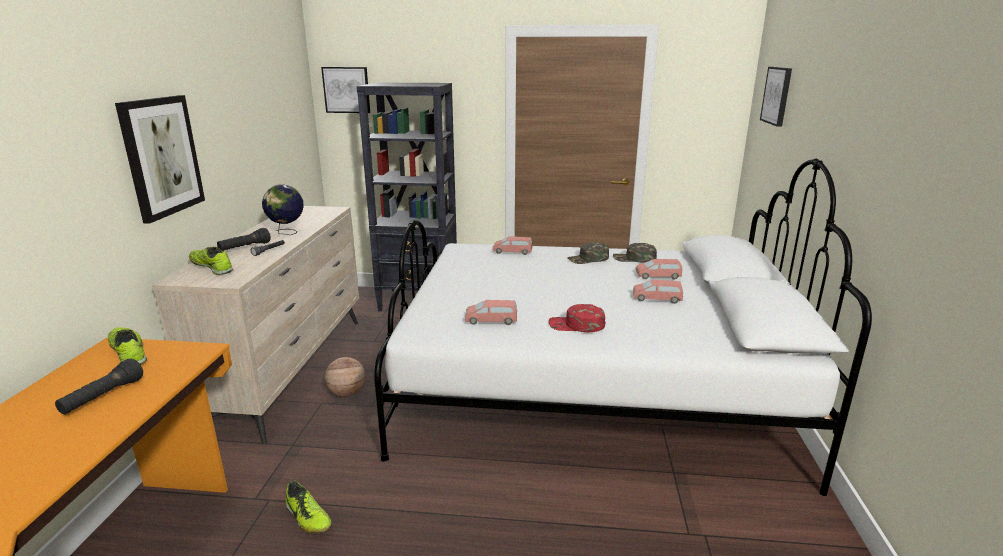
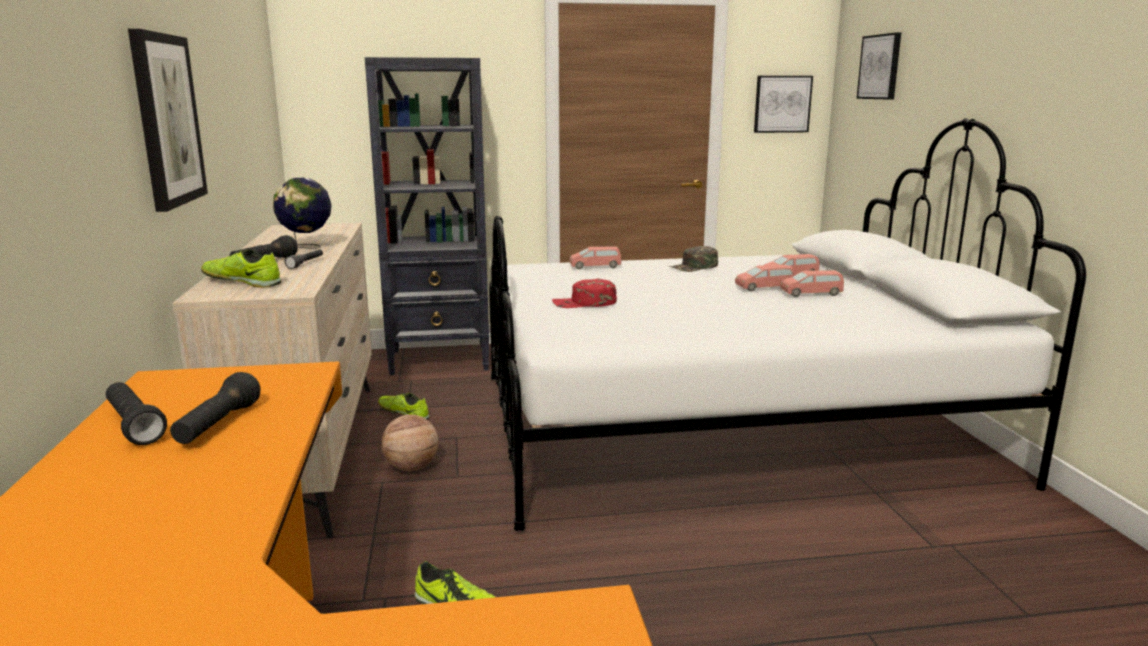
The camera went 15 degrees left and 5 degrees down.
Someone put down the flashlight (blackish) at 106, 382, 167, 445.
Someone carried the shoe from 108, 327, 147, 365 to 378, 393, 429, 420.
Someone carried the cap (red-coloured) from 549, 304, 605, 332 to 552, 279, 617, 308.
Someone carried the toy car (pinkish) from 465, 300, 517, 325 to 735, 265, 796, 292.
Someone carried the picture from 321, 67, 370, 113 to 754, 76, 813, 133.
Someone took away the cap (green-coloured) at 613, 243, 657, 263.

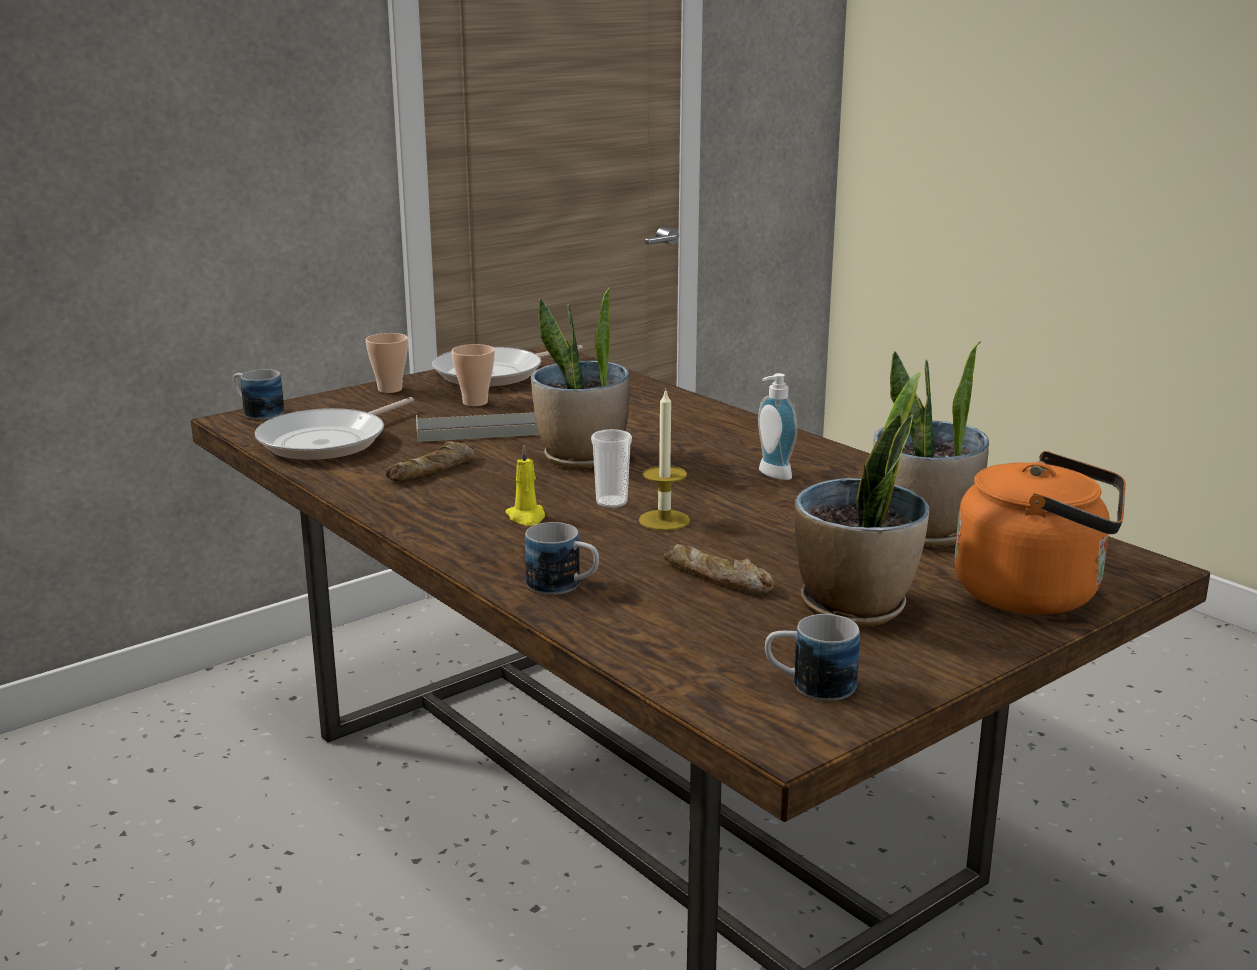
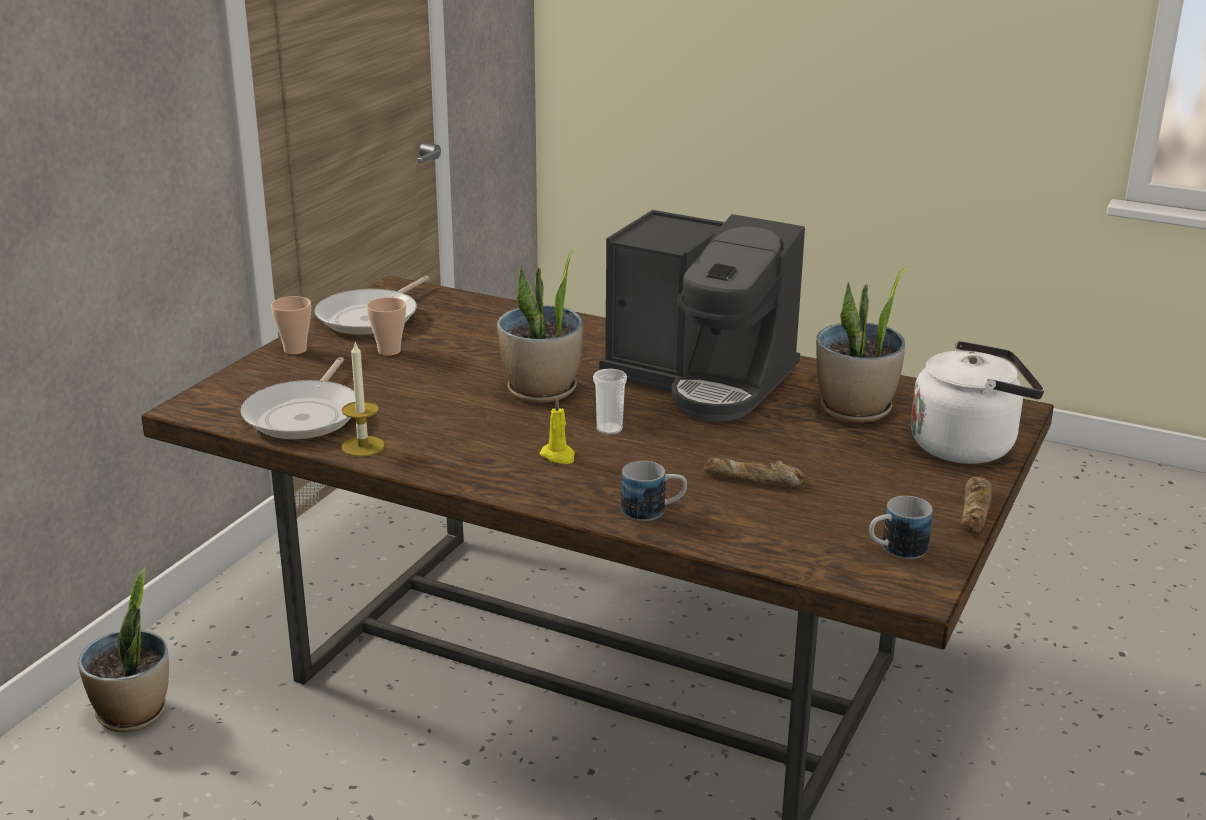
The camera went 25 degrees left and 5 degrees up.
Someone carried the potted plant from 795, 372, 929, 627 to 78, 567, 169, 732.
Someone carried the wax light from 639, 388, 690, 531 to 342, 342, 385, 457.
Someone swapped the liquid soap bottle at 758, 373, 797, 480 for the coffee machine at 599, 210, 805, 422.
Someone repainted the tea kettle (orange) at 955, 451, 1125, 615, which became the tea kettle (white-coloured) at 911, 341, 1045, 464.
Someone carried the bakery bread from 386, 441, 474, 482 to 961, 476, 992, 534.
Someone took away the mug at 233, 369, 284, 420.
Someone took away the tray (greyish) at 416, 412, 540, 442.

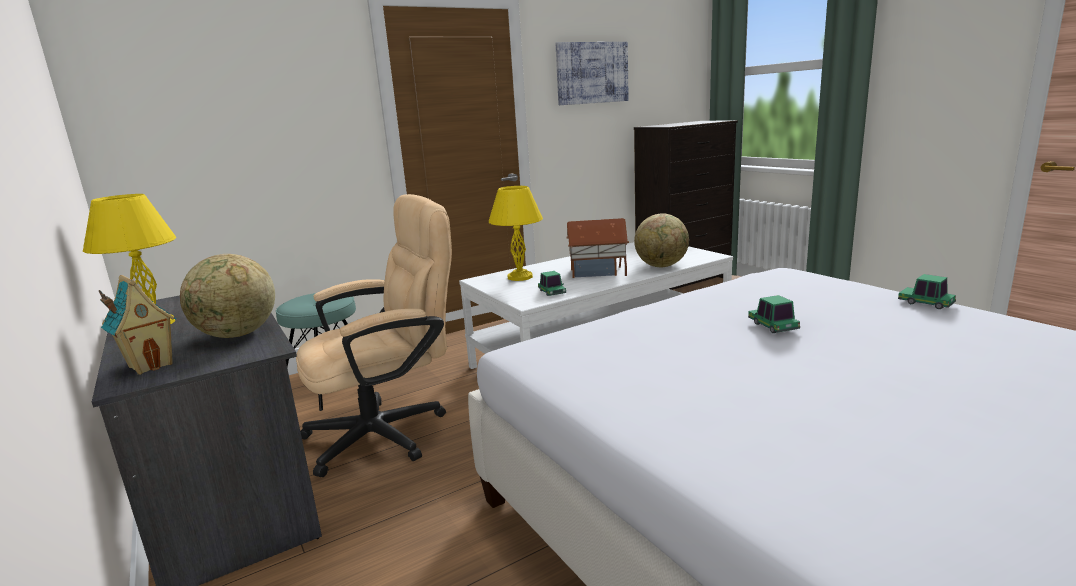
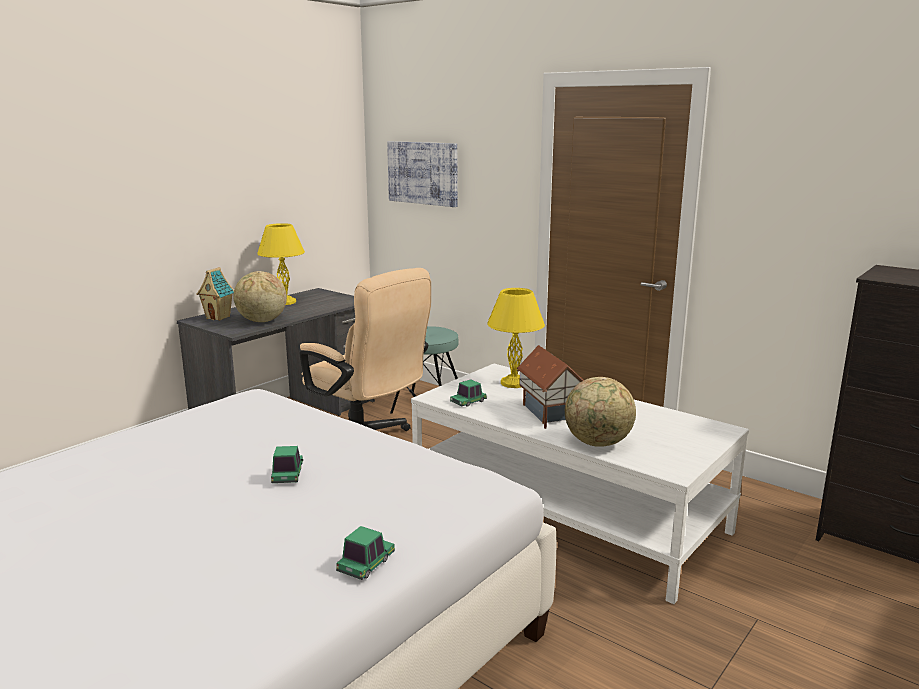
The camera went 70 degrees right and 0 degrees up.
Someone rotated the toy car at 748, 295, 800, 333 by 60 degrees counterclockwise.
Someone carried the picture from 556, 42, 629, 105 to 387, 141, 457, 207.

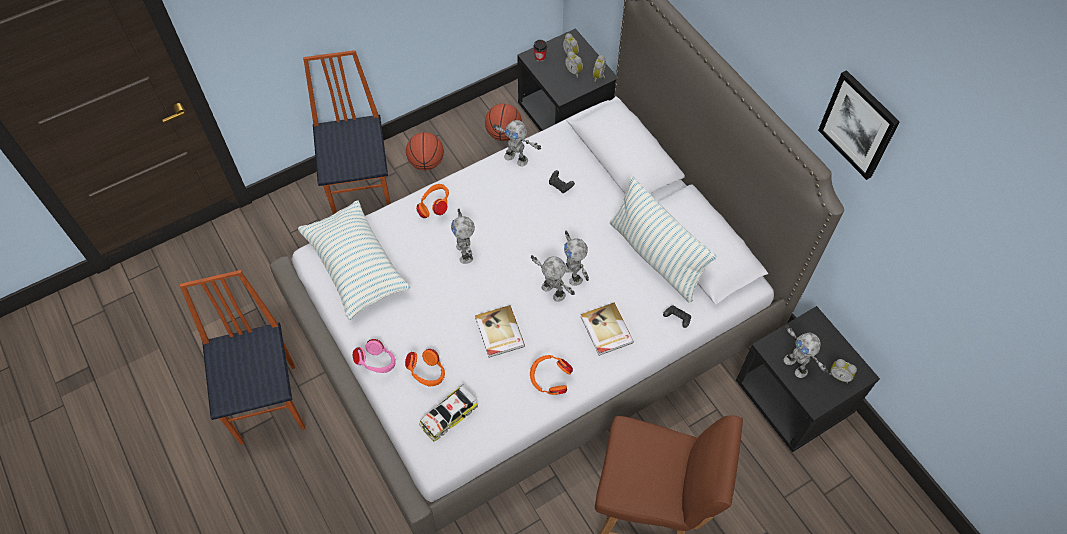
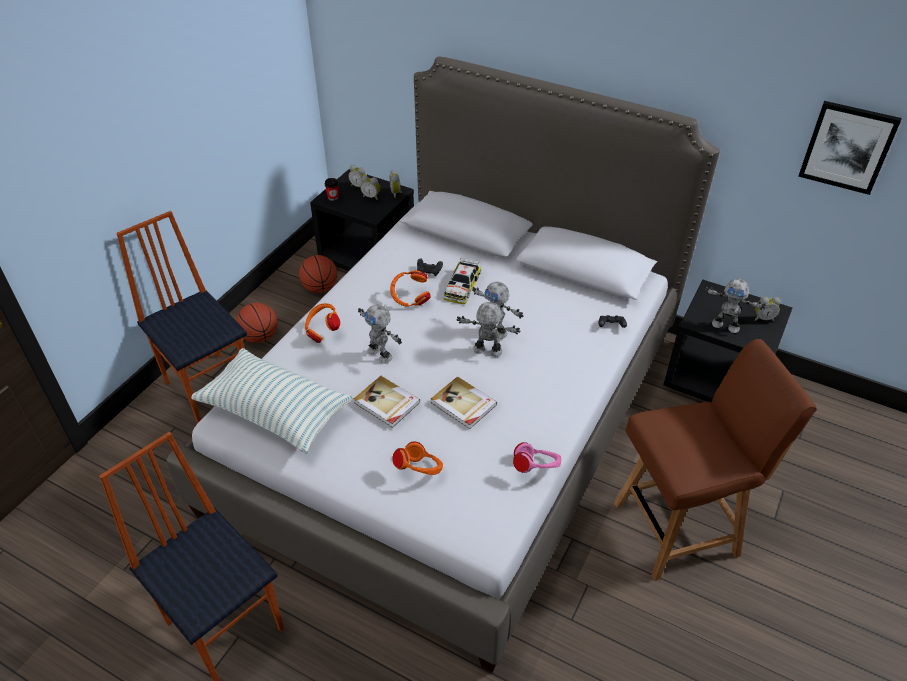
The camera went 30 degrees left and 15 degrees down.
Someone carried the book from 581, 303, 634, 356 to 354, 376, 420, 428.
Someone carried the headphones (orange) from 530, 355, 573, 395 to 390, 270, 431, 307.
Someone carried the toy car from 419, 385, 478, 441 to 444, 258, 481, 304.
Someone carried the headphones (pinkish) from 353, 339, 396, 373 to 513, 442, 561, 473.
Someone carried the picture from 818, 70, 900, 180 to 798, 101, 902, 195.
Someone took away the model robot at 493, 120, 541, 167.
Someone took away the cushion at 610, 176, 717, 303.

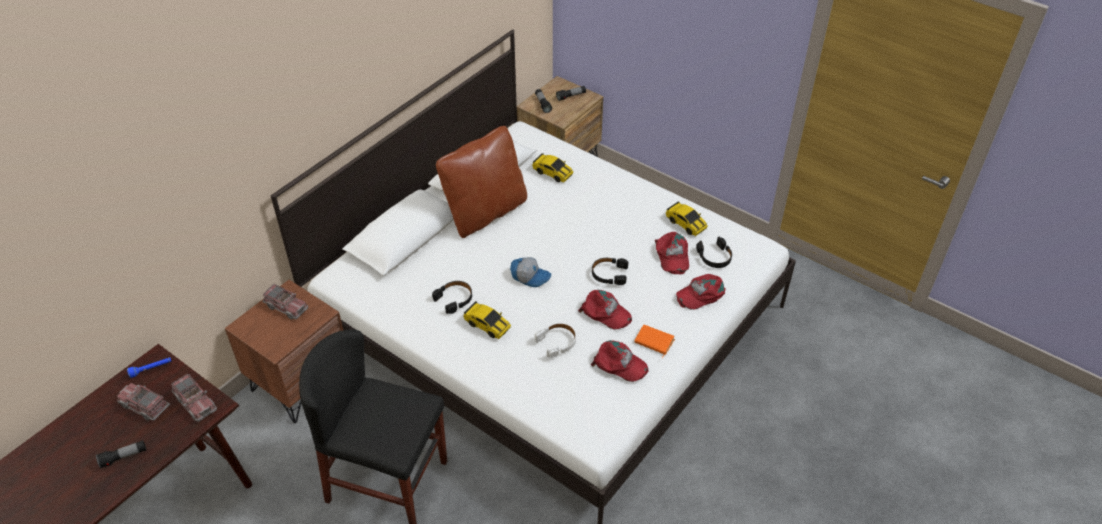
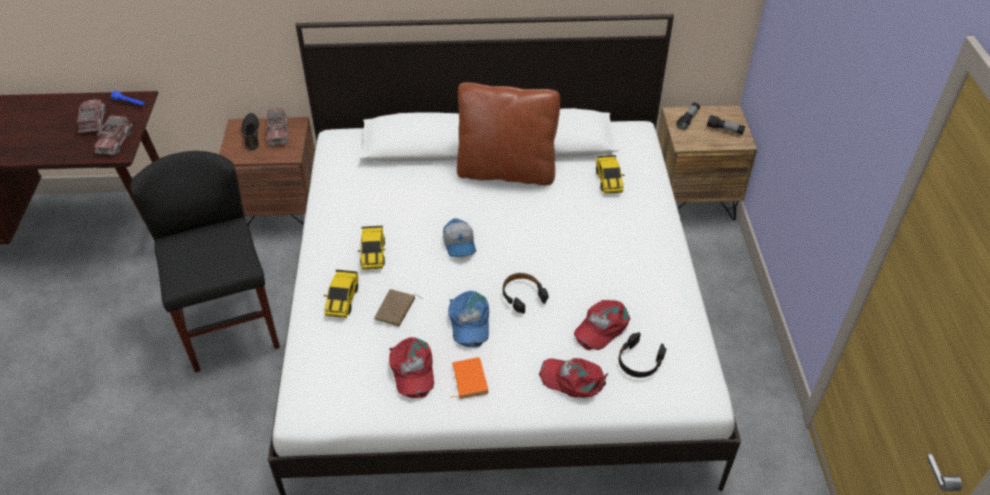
The camera went 50 degrees right and 0 degrees up.
Someone put down the shoe (blackish) at 242, 113, 259, 150.
Someone carried the toy car from 666, 201, 708, 236 to 324, 270, 359, 318.
Someone swapped the headphones (white-coloured) at 535, 323, 576, 358 for the book (brown) at 375, 289, 423, 327.
Someone repainted the cap (red-coloured) at 578, 290, 632, 330, which became the cap (blue) at 448, 291, 489, 348.
Someone took away the flashlight at 96, 440, 146, 469.
Someone took away the headphones (blackish) at 432, 281, 472, 314.

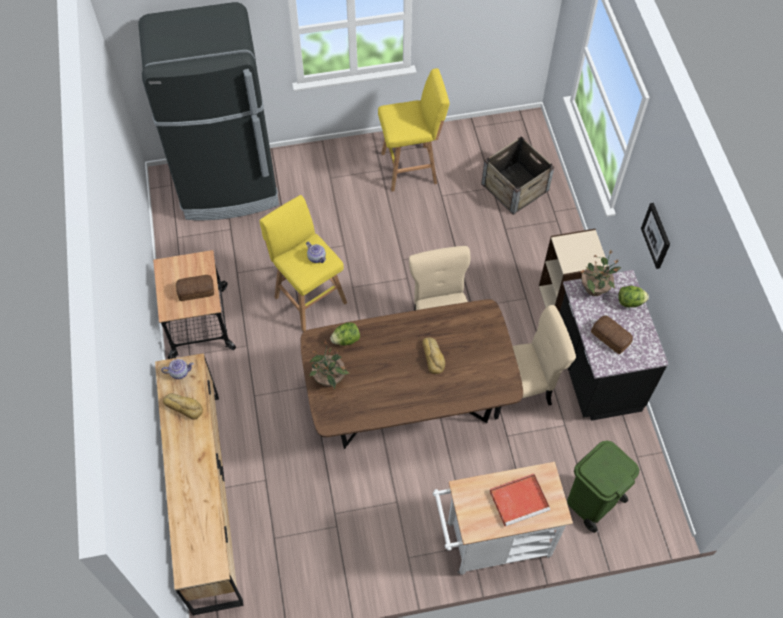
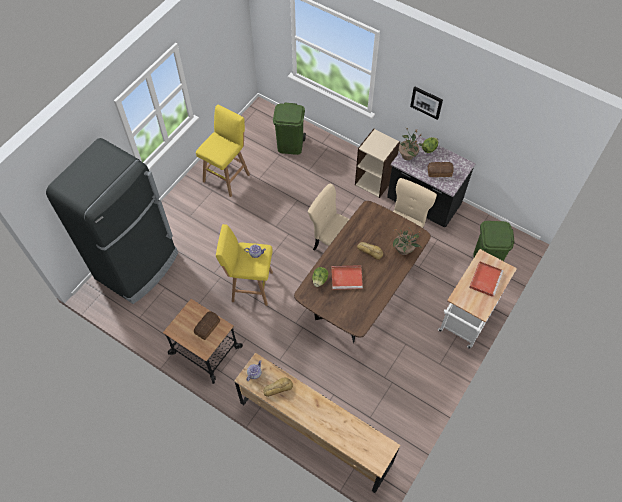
The camera went 45 degrees left and 0 degrees up.
Someone swapped the crate at 481, 136, 555, 215 for the waste bin (green-coloured) at 273, 103, 306, 155.
Someone put down the tray (red-coloured) at 331, 265, 363, 290.
Someone carried the potted plant from 309, 341, 349, 389 to 393, 226, 422, 255.

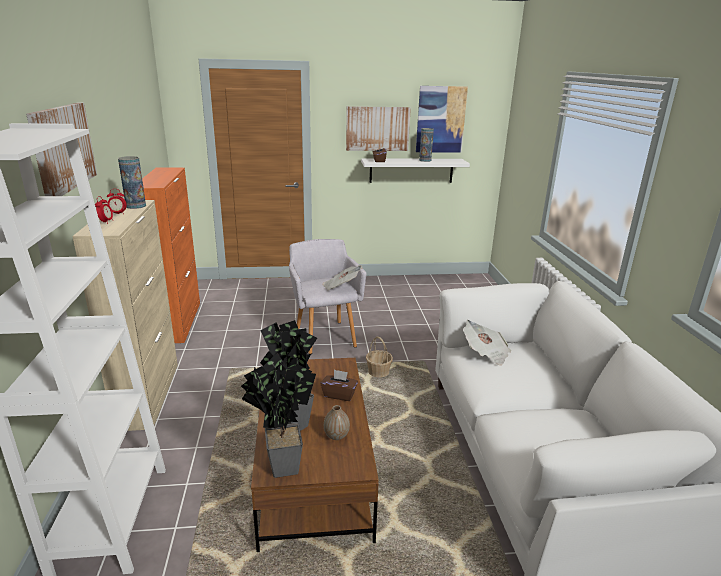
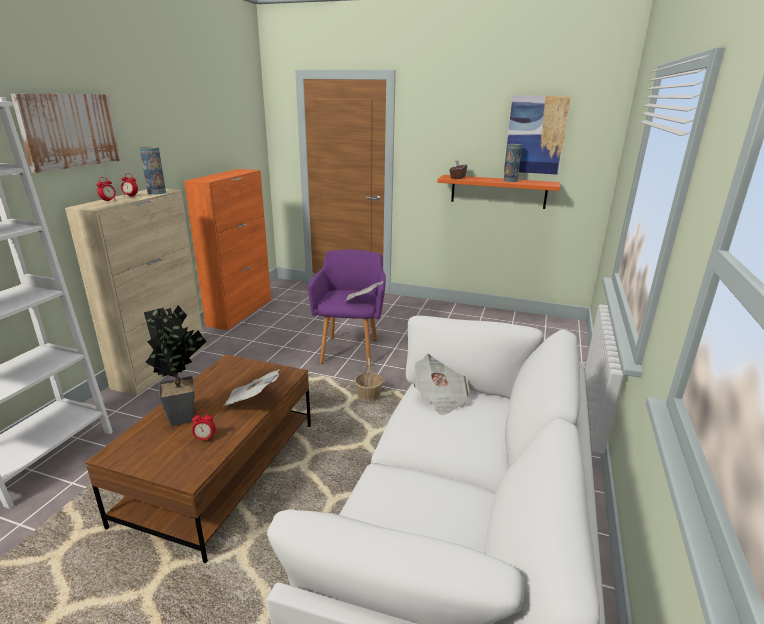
The camera went 25 degrees right and 0 degrees up.
Someone swapped the vase at 324, 405, 350, 440 for the bedside clock at 192, 411, 216, 442.
Someone swapped the tissue box (brown) at 320, 369, 358, 401 for the newspaper at 223, 370, 279, 406.
Someone repainted the easy chair (greyish) at 289, 239, 366, 354, which became the easy chair (purple-coloured) at 307, 250, 386, 366.
Someone repainted the bracket shelf (white-coloured) at 361, 158, 470, 183, which became the bracket shelf (orange) at 437, 175, 560, 209.
Someone took away the potted plant at 241, 351, 316, 478.
Someone took away the picture at 346, 106, 411, 151.

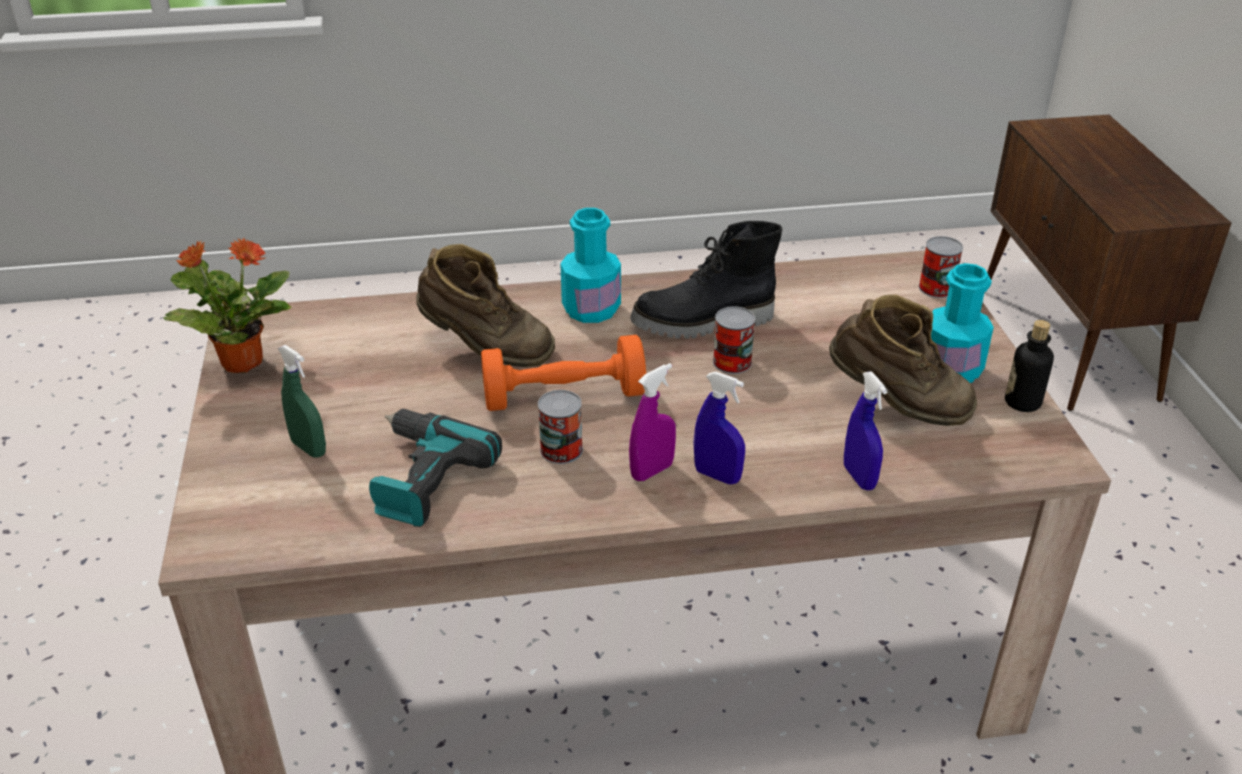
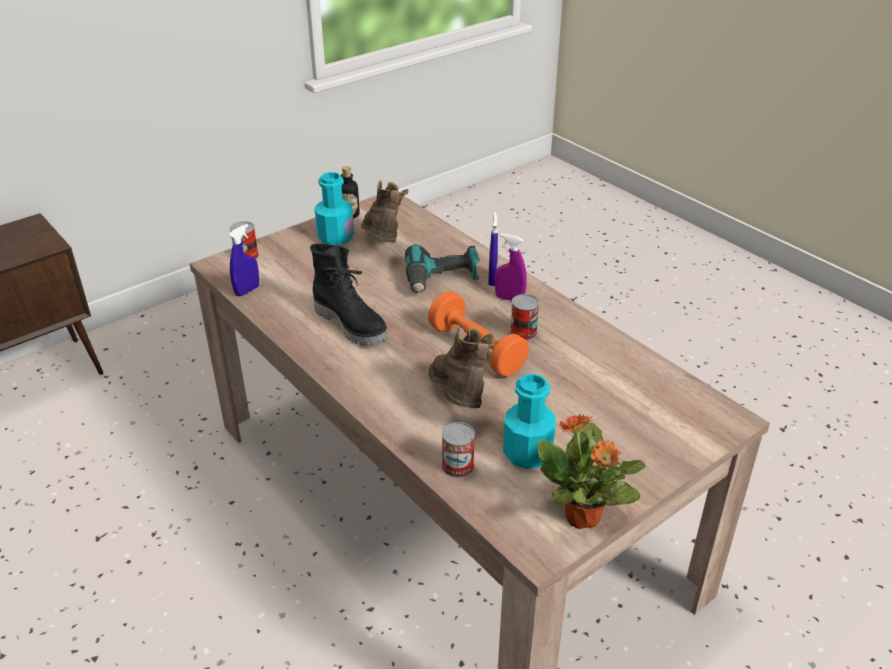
The camera went 120 degrees left and 0 degrees up.
Someone carried the sprayer (blue) from 844, 371, 888, 490 to 229, 224, 259, 296.
Someone carried the drill from 369, 409, 502, 527 to 405, 244, 480, 293.
Someone carried the can from 713, 306, 755, 374 to 442, 422, 475, 478.
Someone carried the drink bottle (turquoise) from 560, 208, 621, 323 to 503, 374, 556, 469.
Someone took away the sprayer (green-coloured) at 278, 345, 326, 457.

